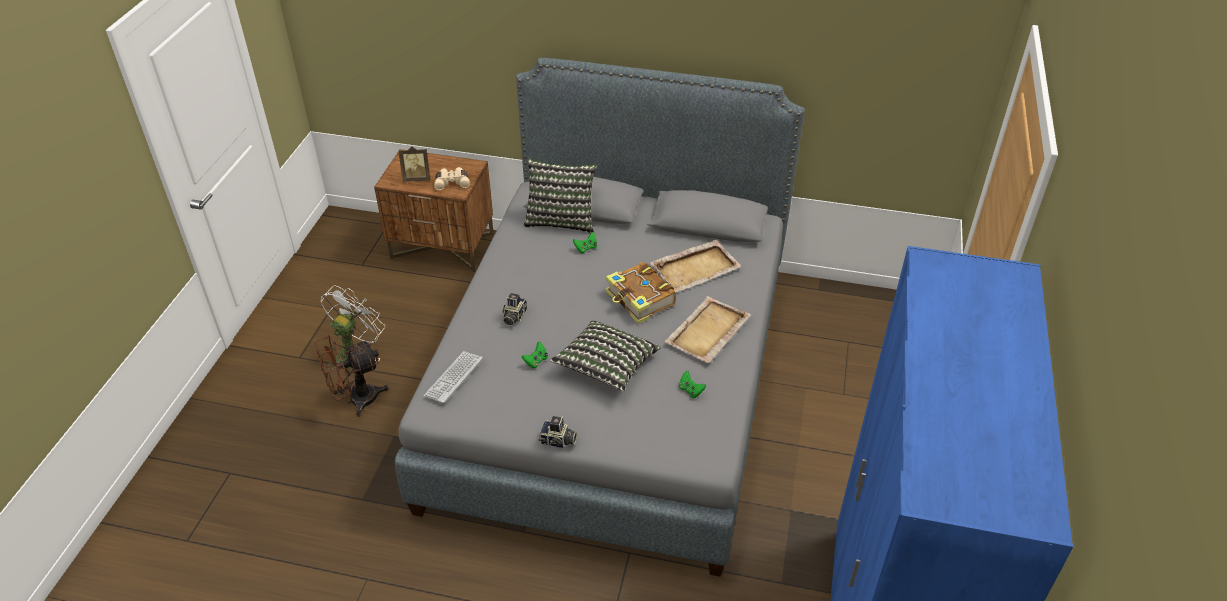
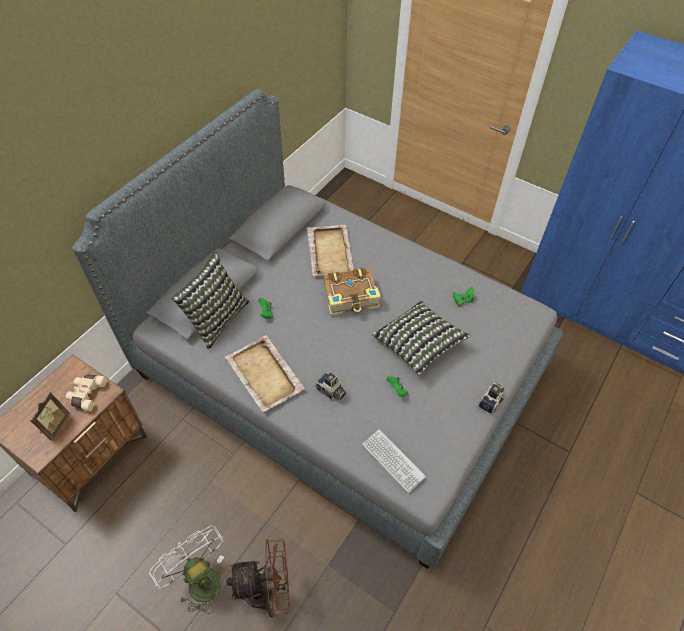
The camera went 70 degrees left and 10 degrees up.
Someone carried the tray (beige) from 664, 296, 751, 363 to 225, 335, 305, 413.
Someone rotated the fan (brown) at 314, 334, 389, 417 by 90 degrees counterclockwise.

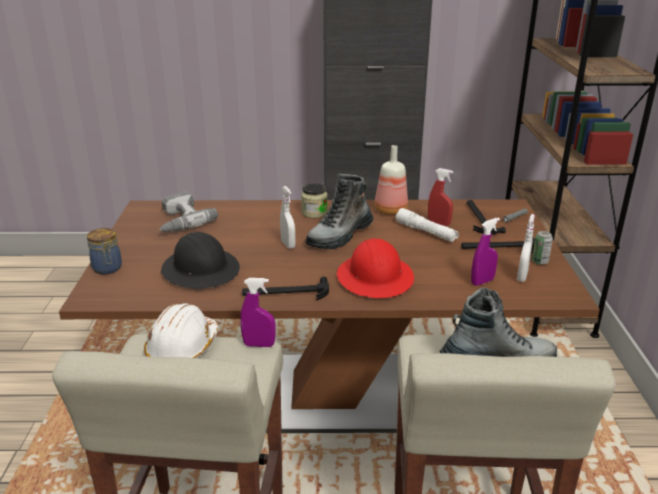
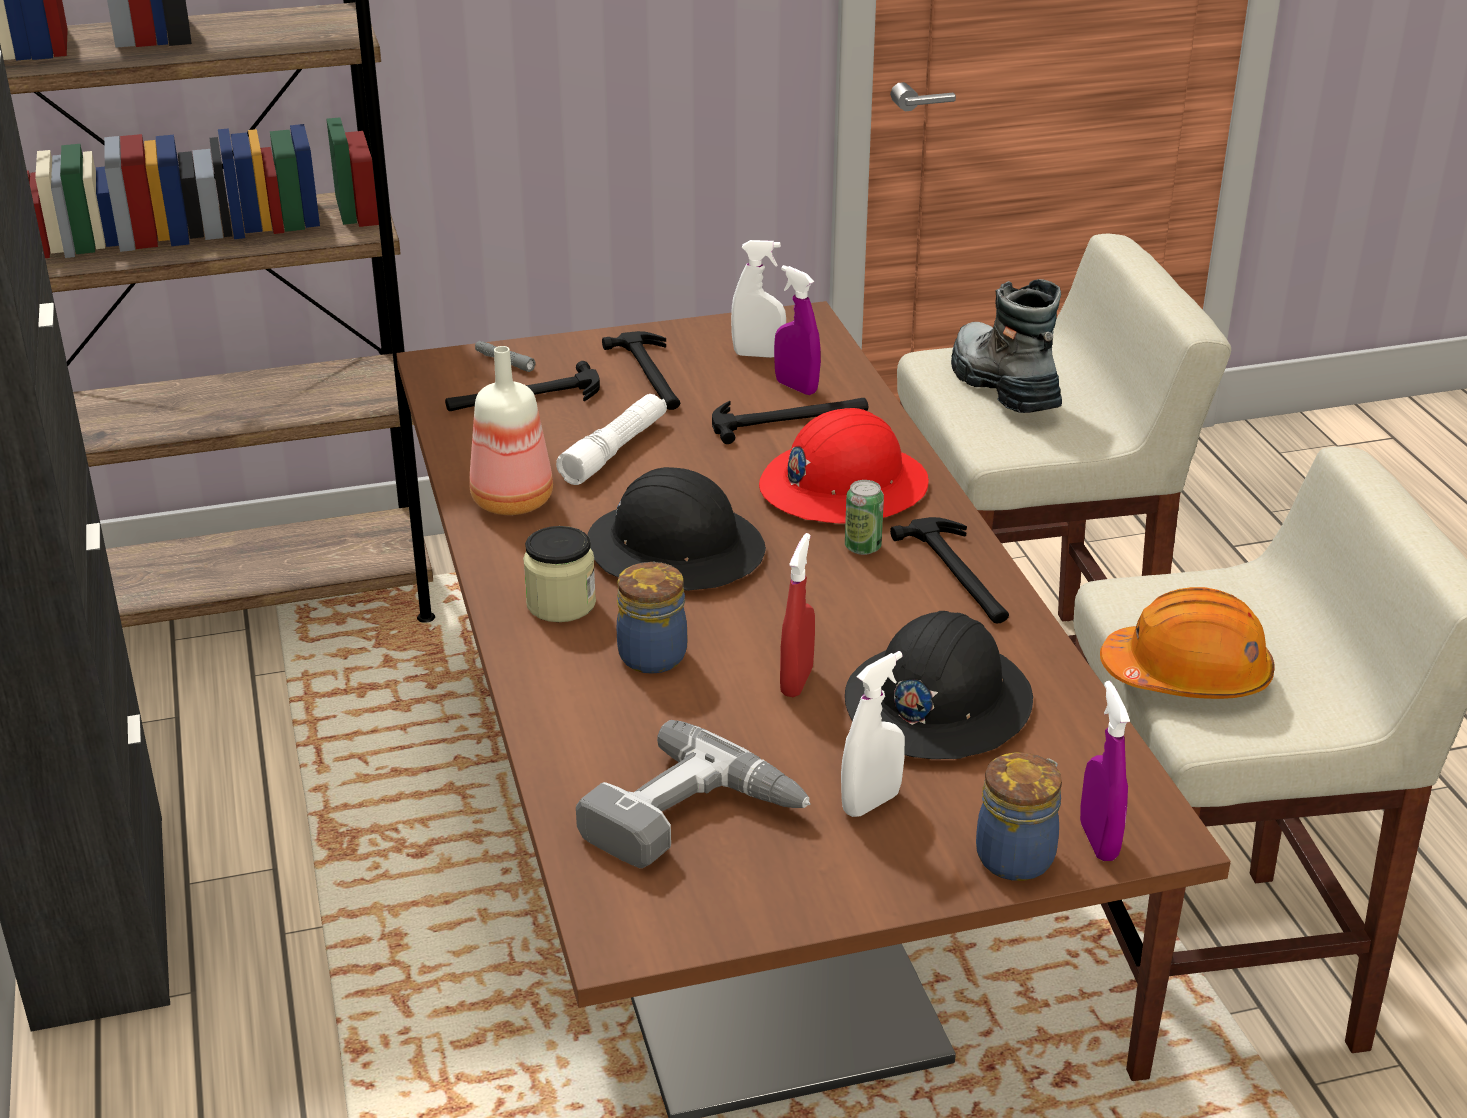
The camera went 105 degrees left and 5 degrees up.
Someone swapped the boot at 305, 174, 373, 249 for the safety helmet (blackish) at 587, 467, 766, 591.
Someone put down the jar at 617, 562, 687, 674.
Someone put down the hammer at 712, 398, 868, 444.
Someone carried the sprayer (red-coloured) from 428, 168, 453, 226 to 780, 533, 815, 697.
Someone carried the sprayer (white-coloured) from 280, 186, 296, 249 to 841, 651, 905, 817.
Someone carried the can from 532, 231, 553, 265 to 845, 480, 884, 555.
Someone carried the sprayer (purple-coloured) from 240, 278, 276, 347 to 1080, 681, 1130, 861.
Someone repainted the safety helmet (white-coloured) at 144, 303, 218, 358, which became the safety helmet (orange) at 1100, 587, 1275, 699.

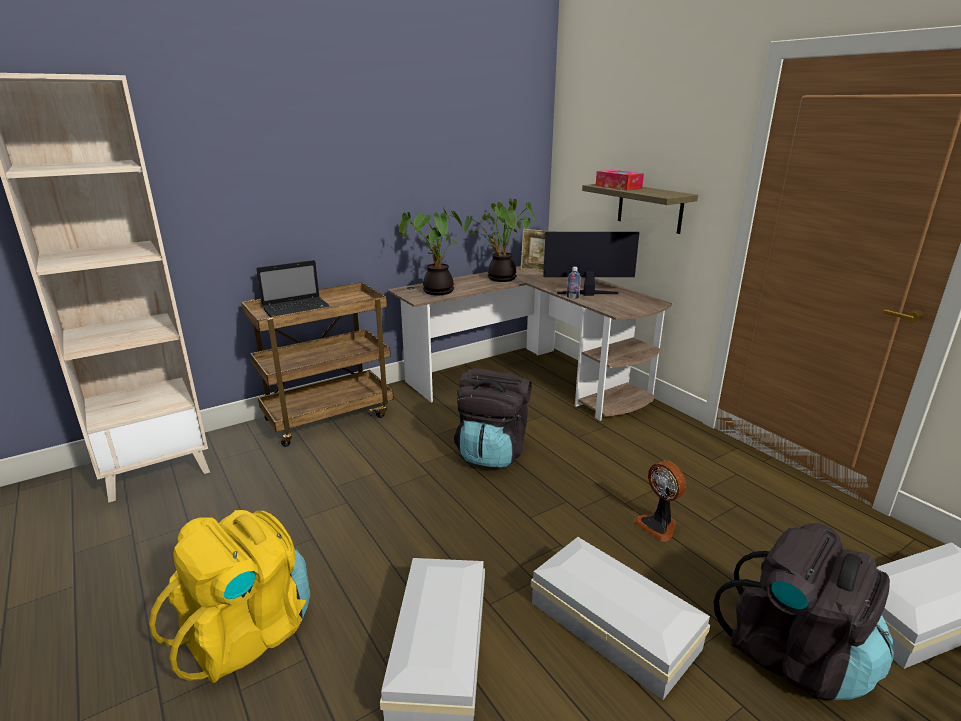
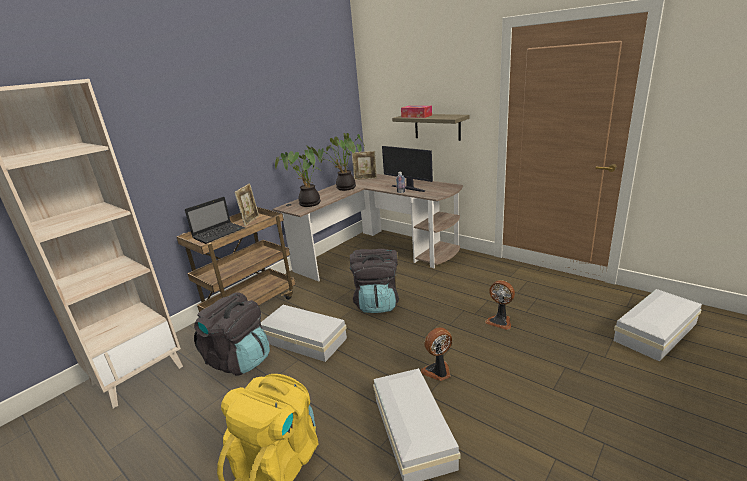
The camera went 15 degrees left and 0 degrees up.
Someone carried the backpack (blackish) from 714, 523, 894, 700 to 194, 292, 270, 376.
Someone put down the standing frame at 234, 183, 259, 226.
Someone carried the storage box (white-coloured) from 531, 537, 710, 700 to 261, 305, 347, 362.
Someone rotated the computer screen at 543, 232, 639, 296 by 120 degrees counterclockwise.
Someone put down the fan at 421, 327, 452, 381.

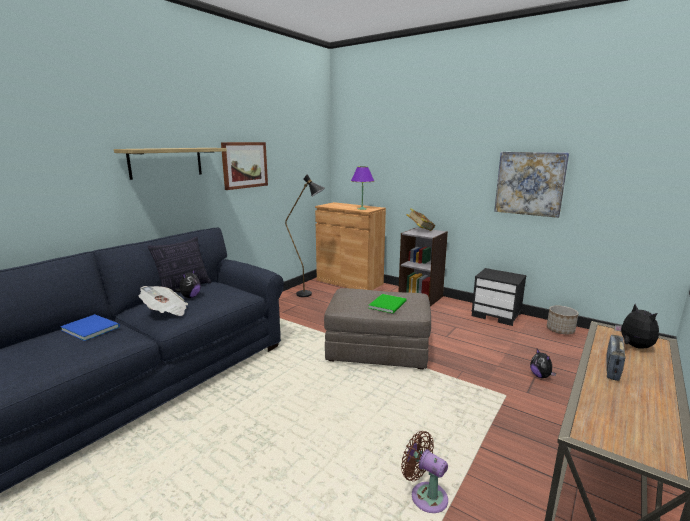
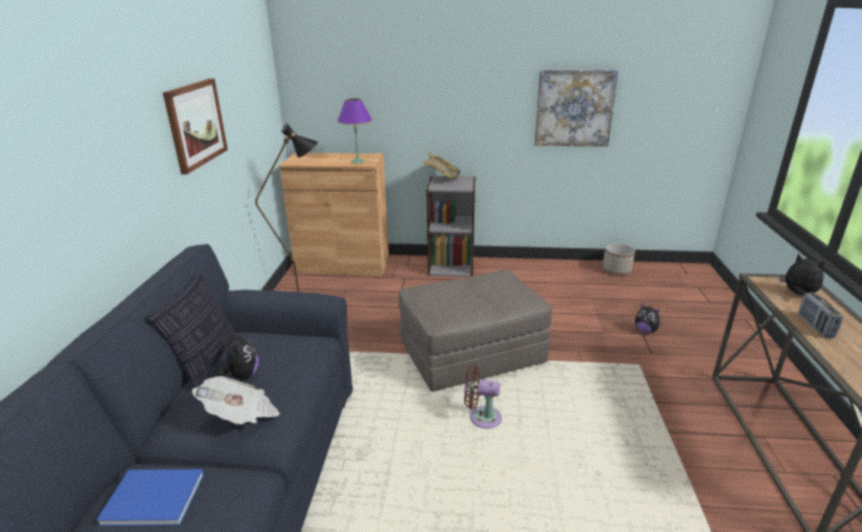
The camera went 30 degrees left and 10 degrees up.
Someone carried the fan (brown) from 401, 431, 448, 513 to 464, 364, 502, 429.
Someone took away the bracket shelf at 114, 148, 227, 180.
Someone took away the book (green-coloured) at 369, 294, 407, 314.
Someone took away the bedside table (blackish) at 472, 268, 526, 326.

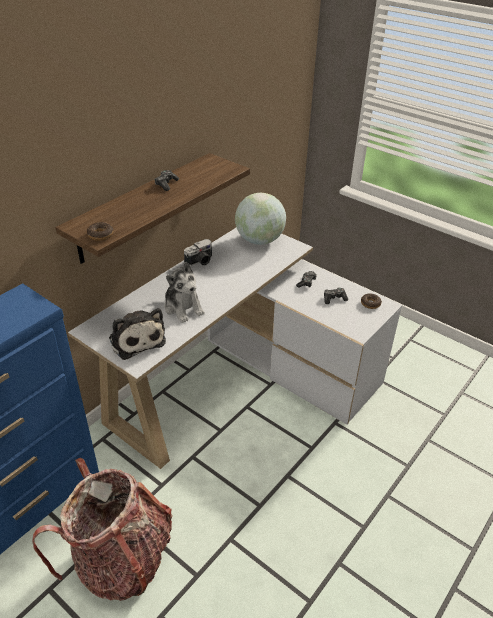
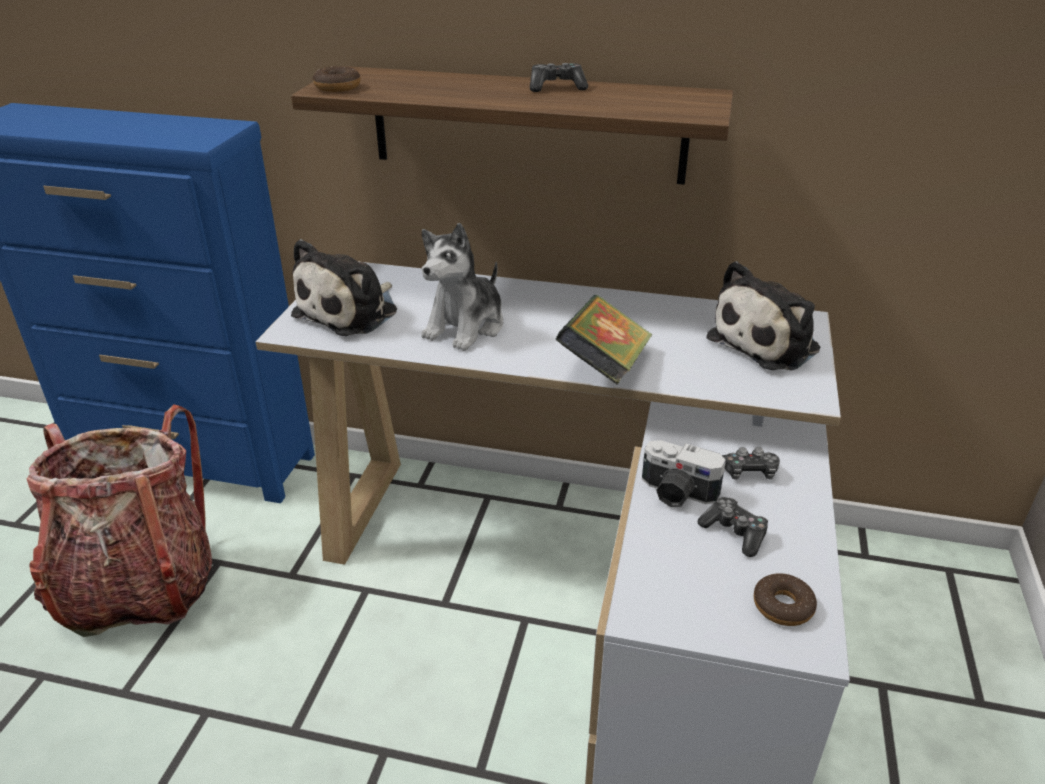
The camera went 65 degrees right and 5 degrees down.
Someone put down the book at 556, 295, 652, 385.
Someone carried the still camera from 184, 239, 212, 266 to 642, 440, 726, 507.
Someone swapped the globe at 235, 193, 286, 245 for the soft toy at 706, 261, 820, 370.

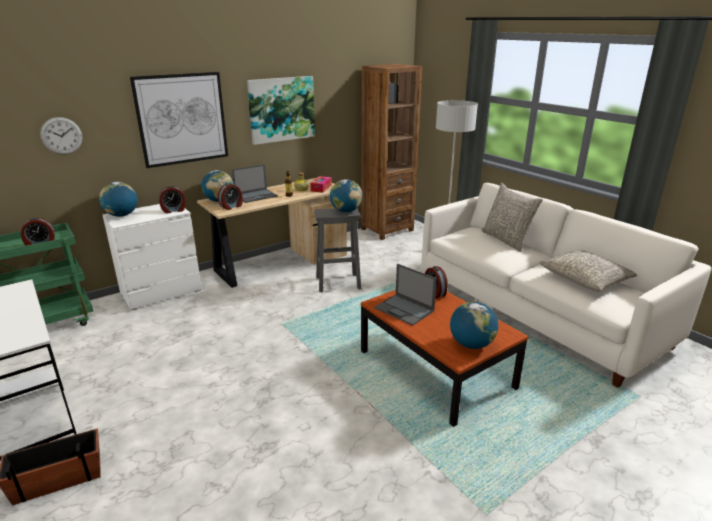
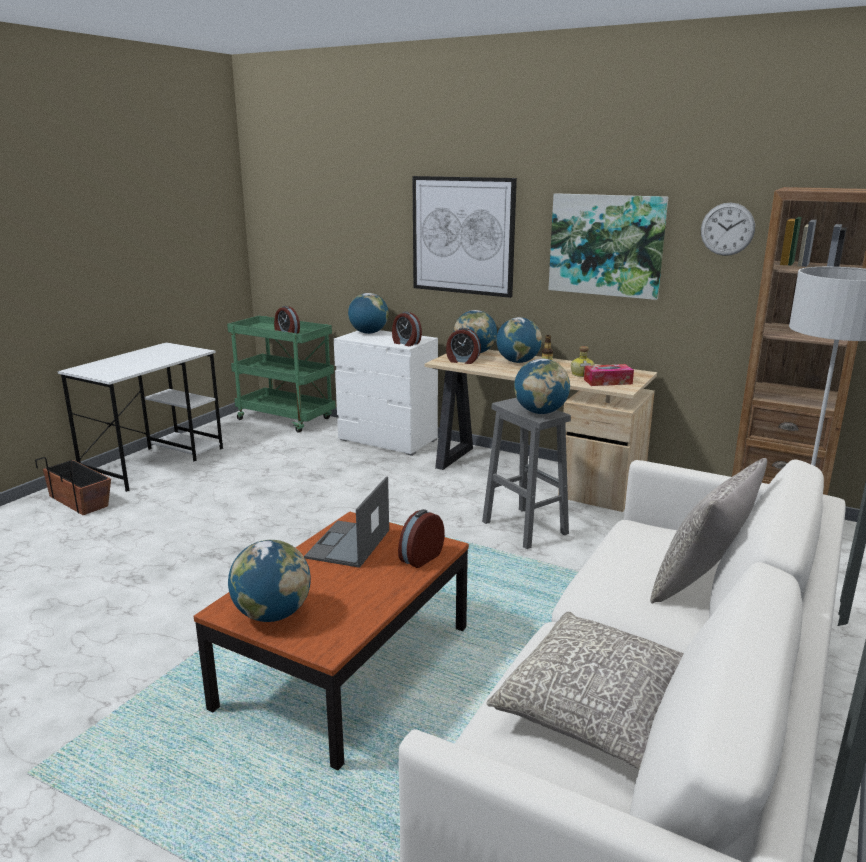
The camera went 65 degrees right and 5 degrees down.
Someone swapped the laptop at 232, 164, 278, 203 for the globe at 496, 317, 542, 363.
Someone carried the hanging clock from 40, 117, 83, 155 to 701, 203, 755, 256.

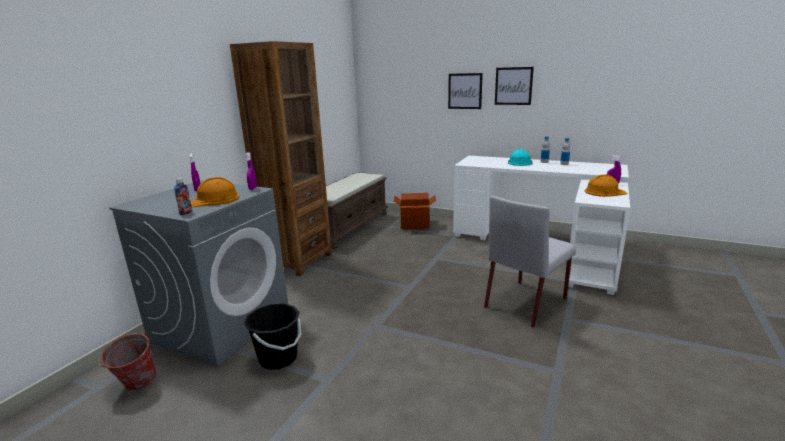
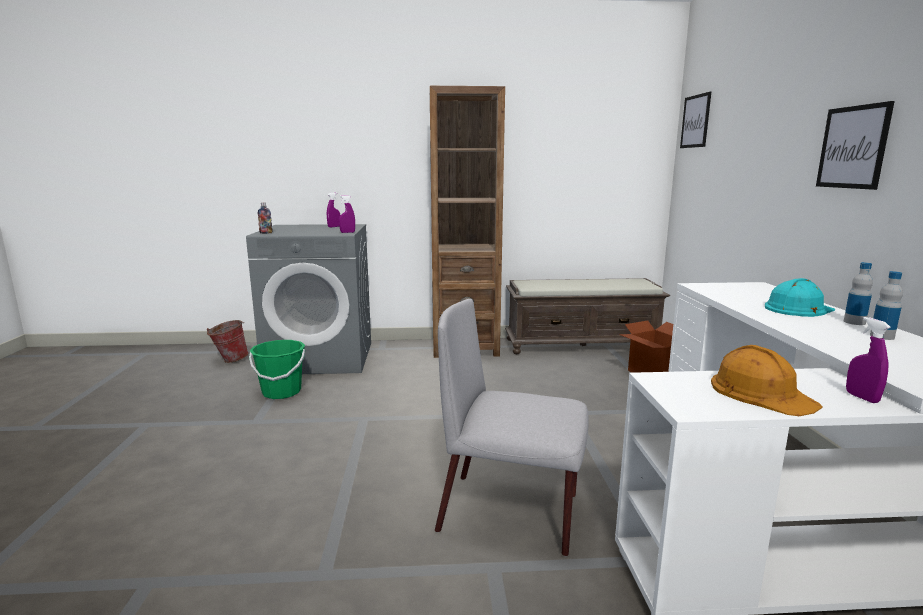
The camera went 60 degrees right and 5 degrees down.
Someone repainted the water bucket (blackish) at 244, 304, 302, 370, which became the water bucket (green-coloured) at 249, 340, 305, 399.
Someone carried the picture from 448, 73, 483, 109 to 680, 92, 711, 148.
Someone took away the safety helmet (orange) at 190, 177, 240, 207.

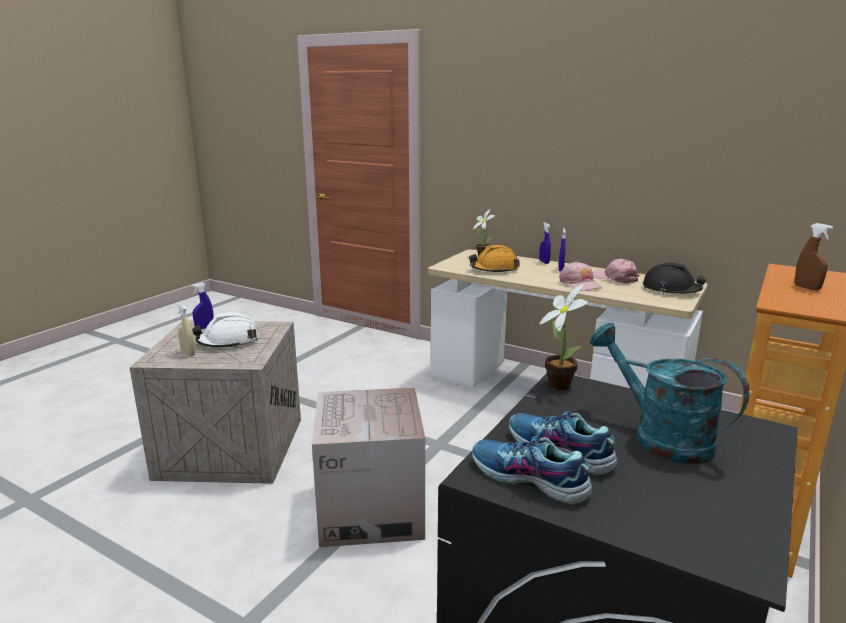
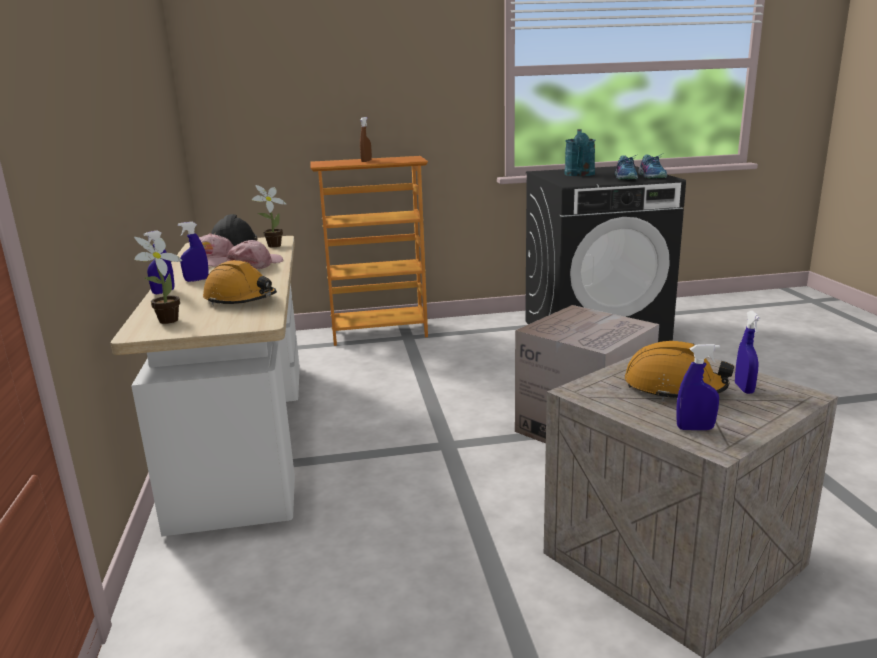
The camera went 130 degrees left and 0 degrees up.
Someone carried the potted plant from 539, 284, 588, 390 to 252, 185, 286, 248.
Someone repainted the safety helmet (white-coloured) at 192, 312, 260, 348, which became the safety helmet (orange) at 625, 341, 734, 400.
Someone repainted the sprayer (beige) at 176, 303, 195, 356, which became the sprayer (blue) at 735, 311, 761, 394.

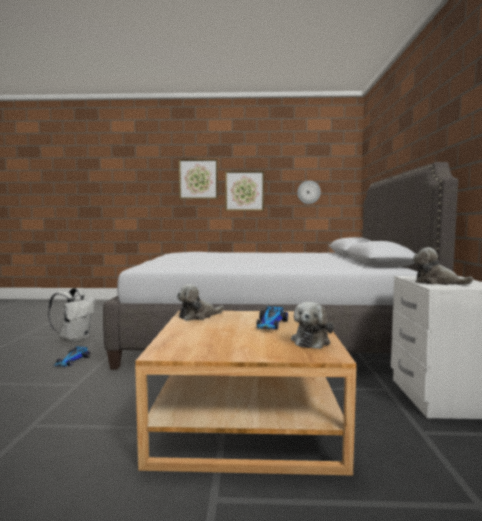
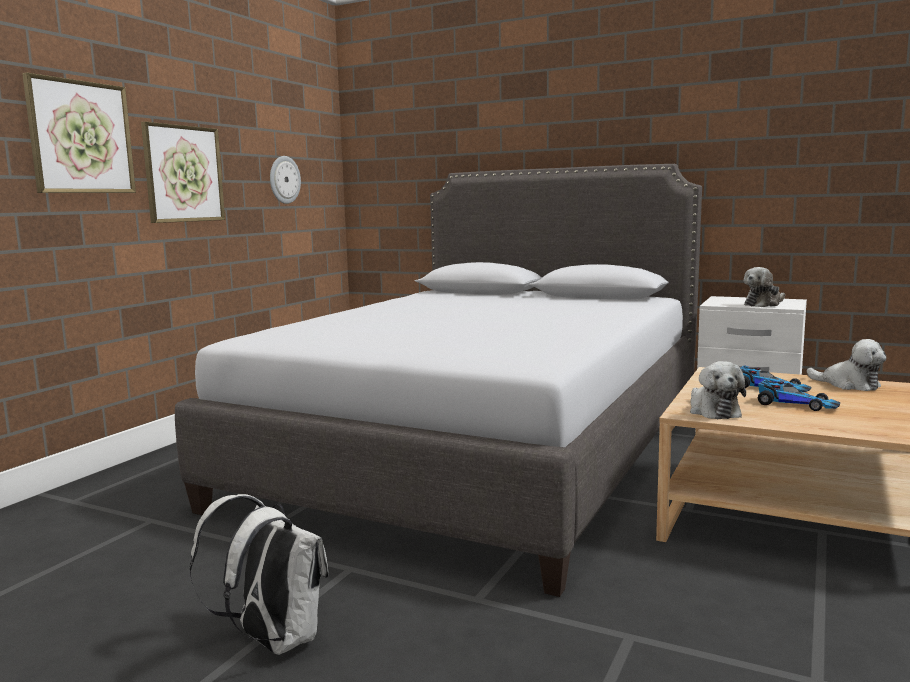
The camera went 65 degrees left and 5 degrees up.
Someone carried the toy car from 54, 346, 90, 367 to 758, 379, 840, 411.

